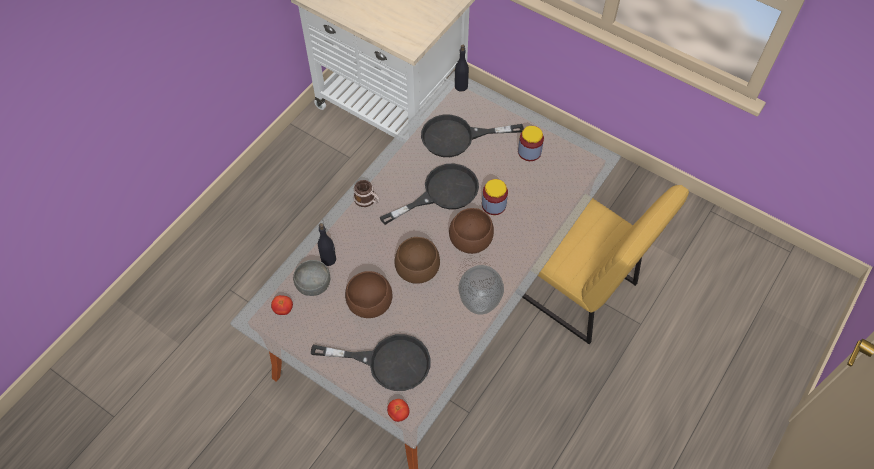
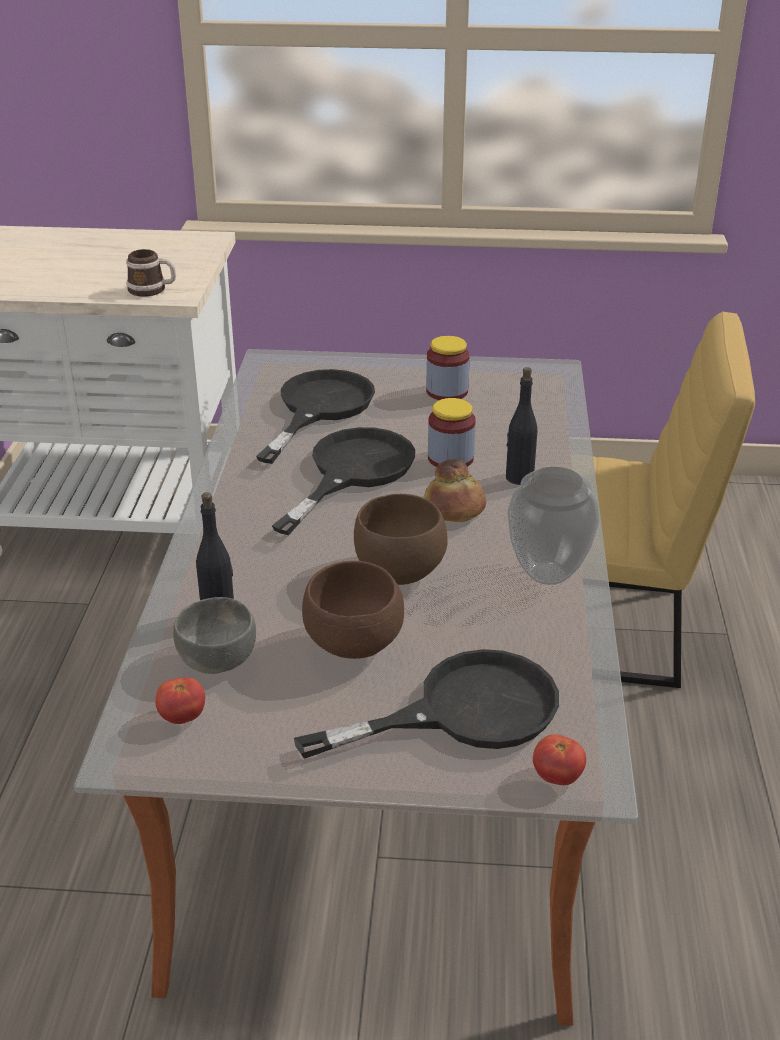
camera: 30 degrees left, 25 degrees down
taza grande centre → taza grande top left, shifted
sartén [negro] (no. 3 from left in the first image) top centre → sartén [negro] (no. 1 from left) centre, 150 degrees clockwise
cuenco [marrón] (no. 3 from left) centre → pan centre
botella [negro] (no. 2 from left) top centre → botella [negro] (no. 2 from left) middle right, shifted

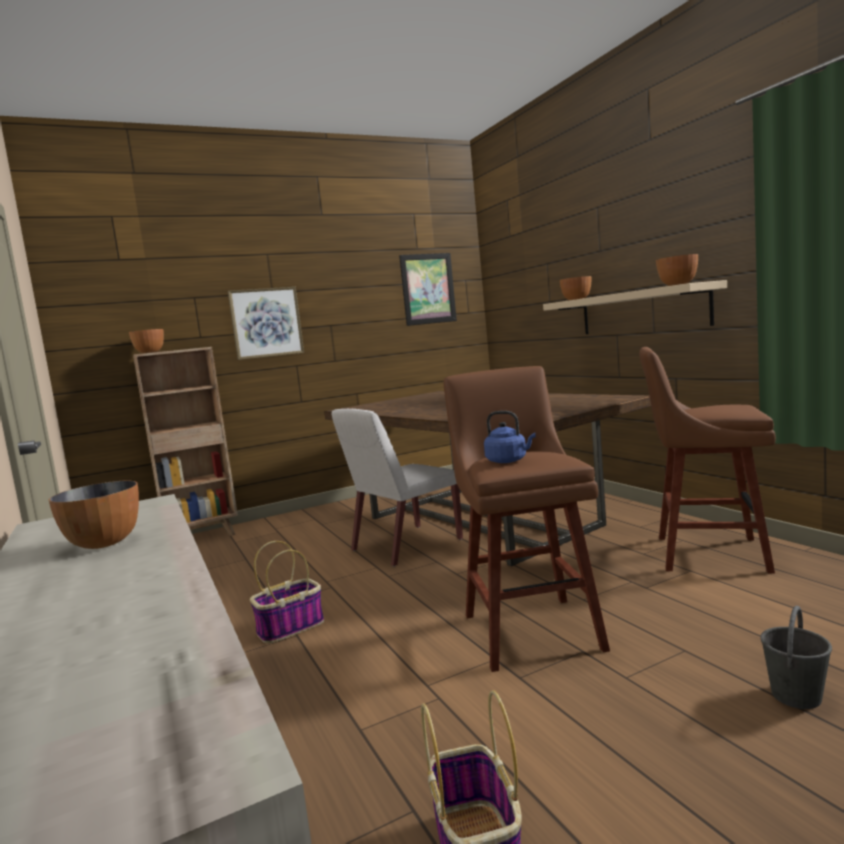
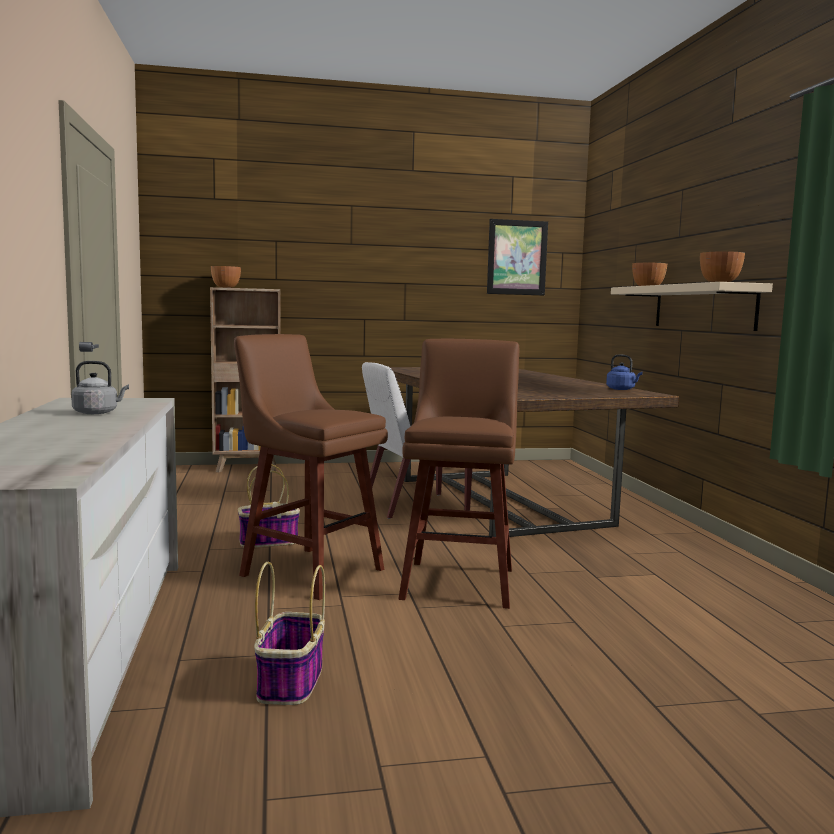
camera: 15 degrees right, 0 degrees up
cuenco (no. 1 from left) middle left → hervidor [gris] middle left
taburete [marrón] (no. 2 from left in the first image) middle right → taburete [marrón] (no. 1 from left) centre, shifted
hervidor [azul] centre → hervidor [azul] middle right, shifted
cuadro (no. 1 from left) middle left → -
cubo [gris] bottom right → -

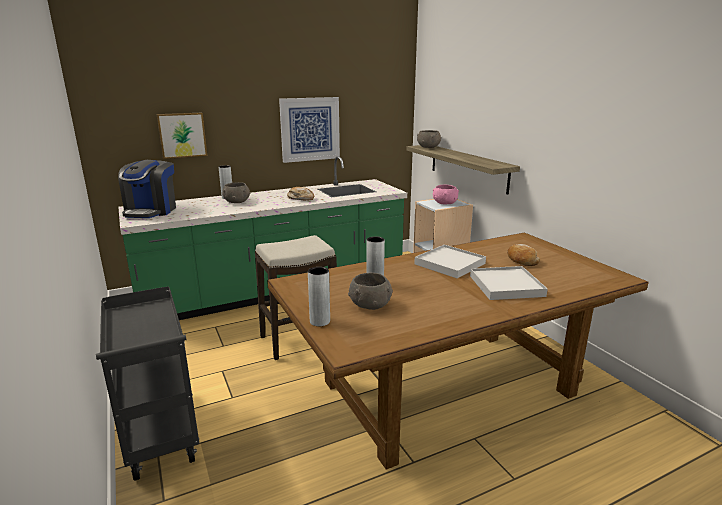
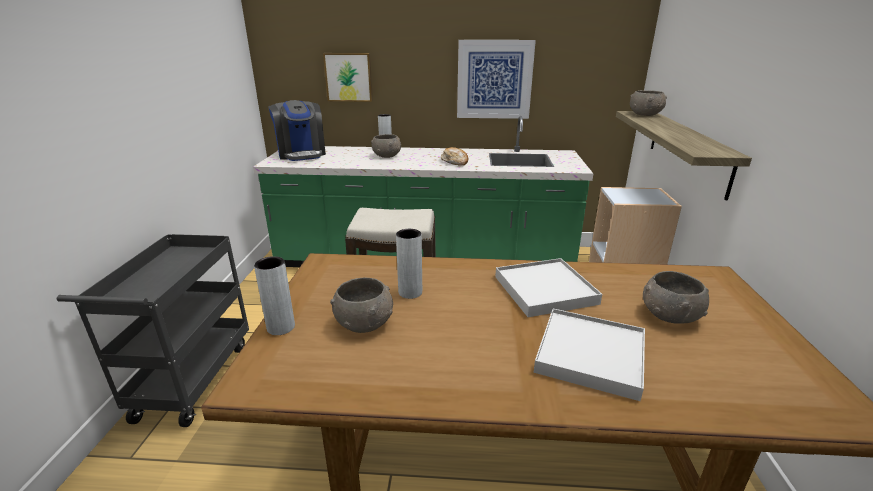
camera: 30 degrees right, 5 degrees up
cafetera middle left → cafetera top centre, 60 degrees counterclockwise
pan (no. 2 from left) middle right → cuenco [gris] (no. 4 from left) middle right
cuenco [rosa] centre → -

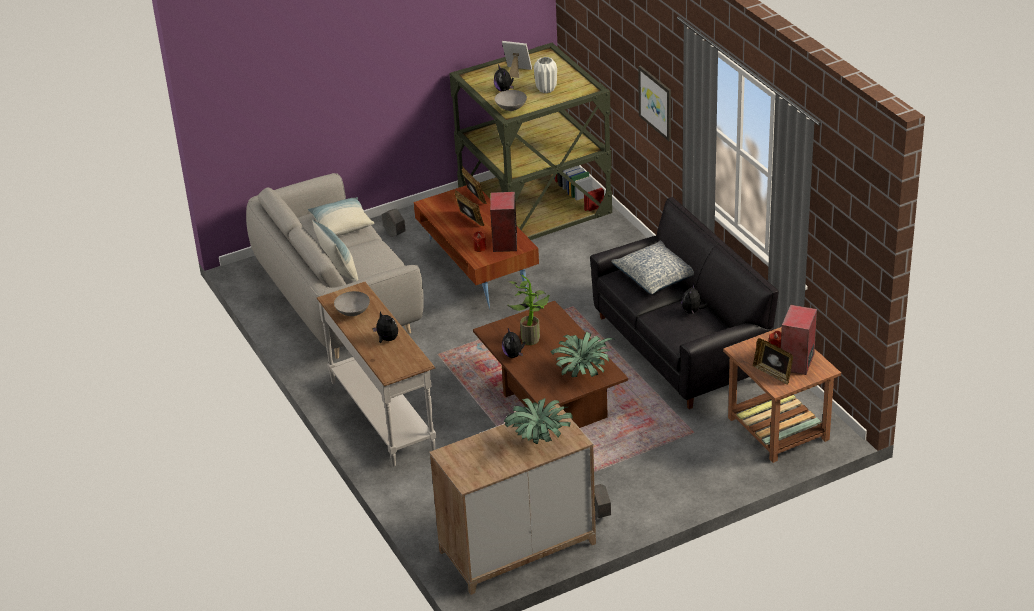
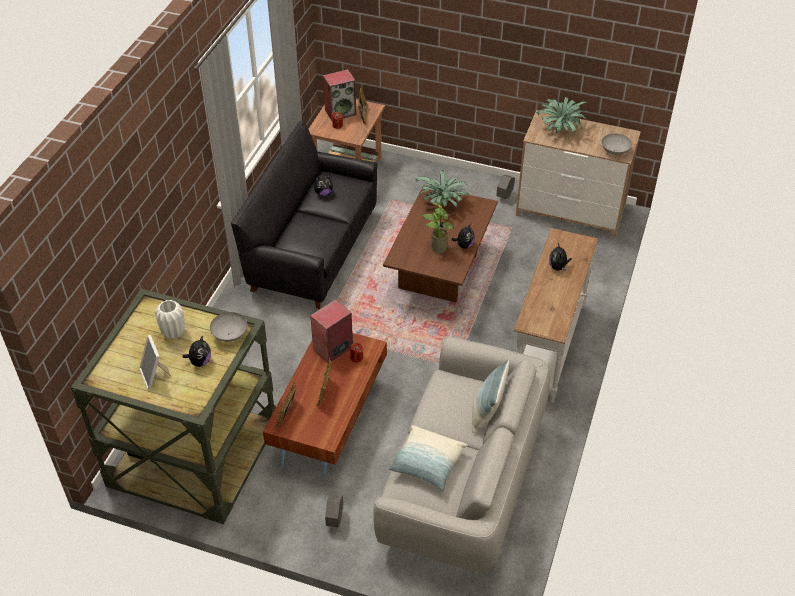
camera: 135 degrees left, 10 degrees up
cuenco [gris] (no. 1 from left in the first image) centre → cuenco [gris] (no. 2 from left) top right, shifted
cojín (no. 3 from left) centre → -
cuadro top centre → -

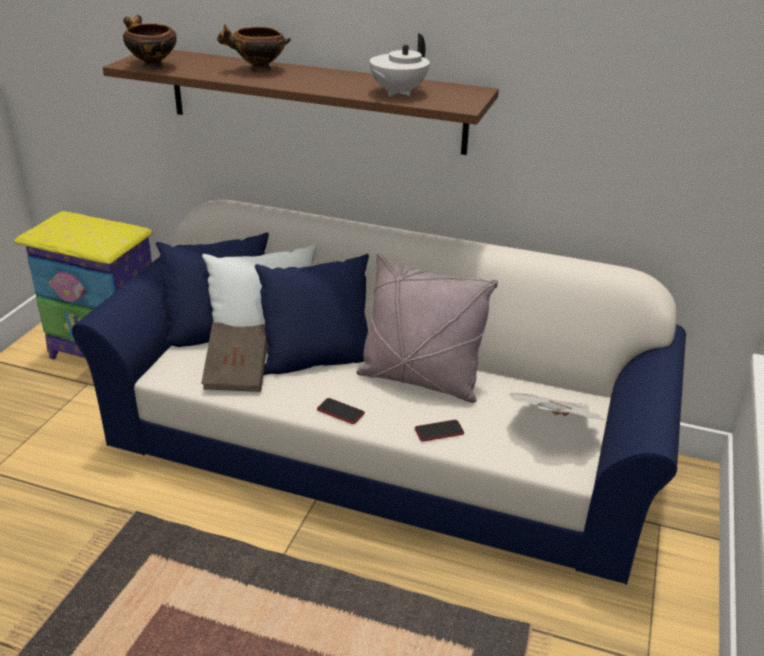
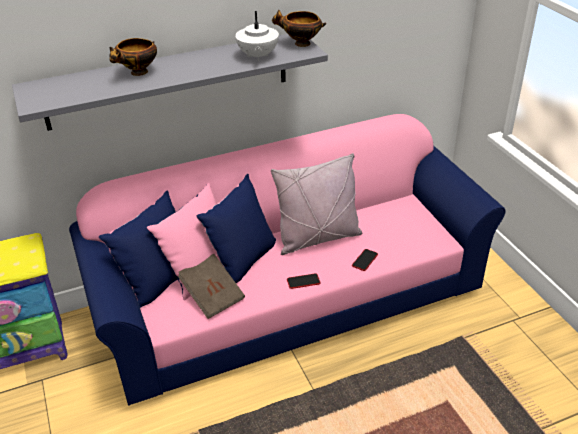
camera: 40 degrees left, 5 degrees up
estante [marrón] top centre → estante [gris] top left
sofá [blanco] centre → sofá [rosa] centre
cuenco (no. 1 from left in the first image) top left → cuenco (no. 2 from left) top centre, shifted
periódico middle right → -

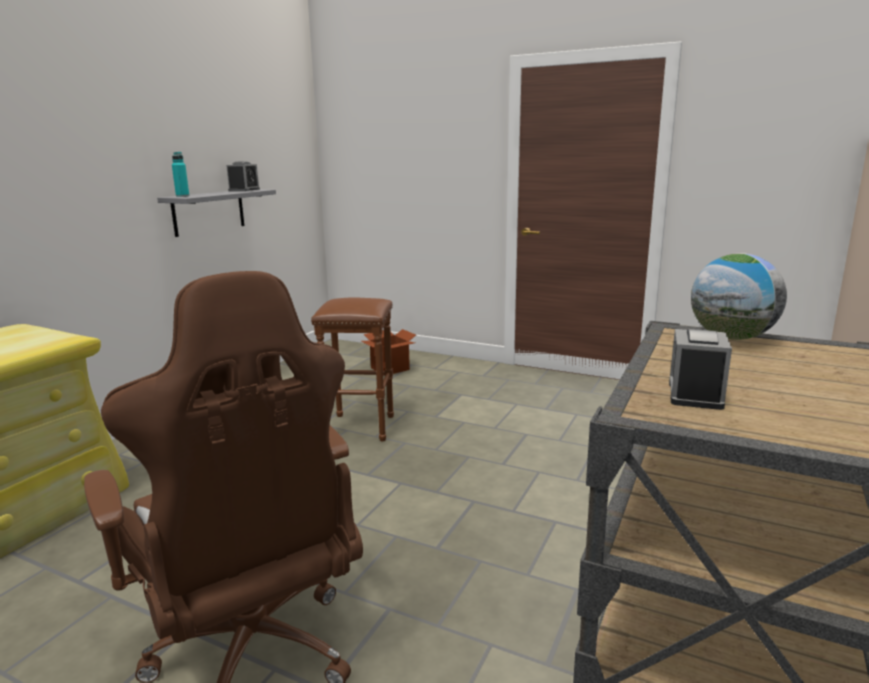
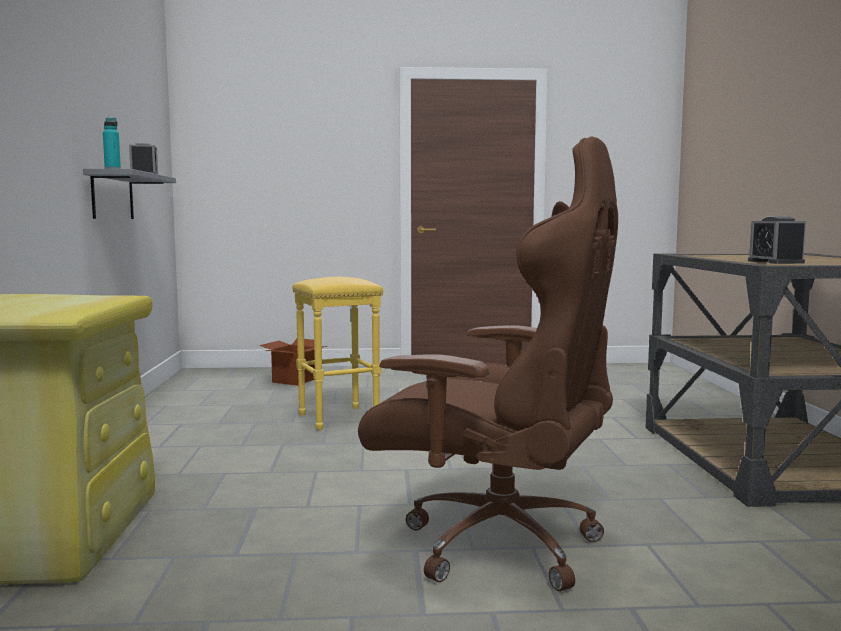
camera: 30 degrees left, 10 degrees down
taburete [marrón] centre → taburete [amarillo] centre
globo terráqueo middle right → -

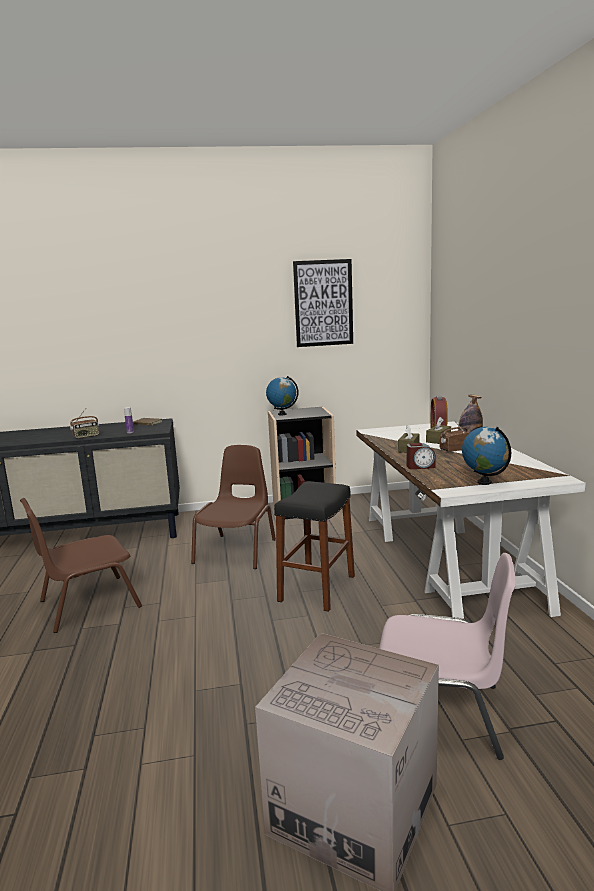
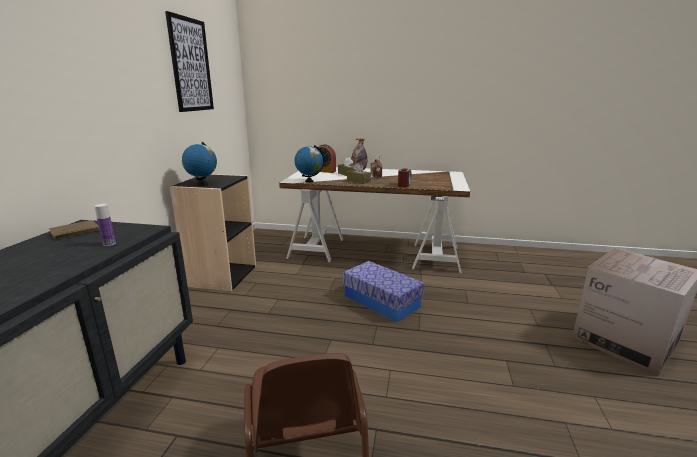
camera: 70 degrees left, 5 degrees up
globo terráqueo (no. 2 from left) middle right → globo terráqueo (no. 2 from left) centre, shifted
taburete [negro] centre → caja de almacenaje centre
radio (no. 1 from left) middle left → -
silla [marrón] (no. 2 from left) centre → -
silla [rosa] bottom right → -

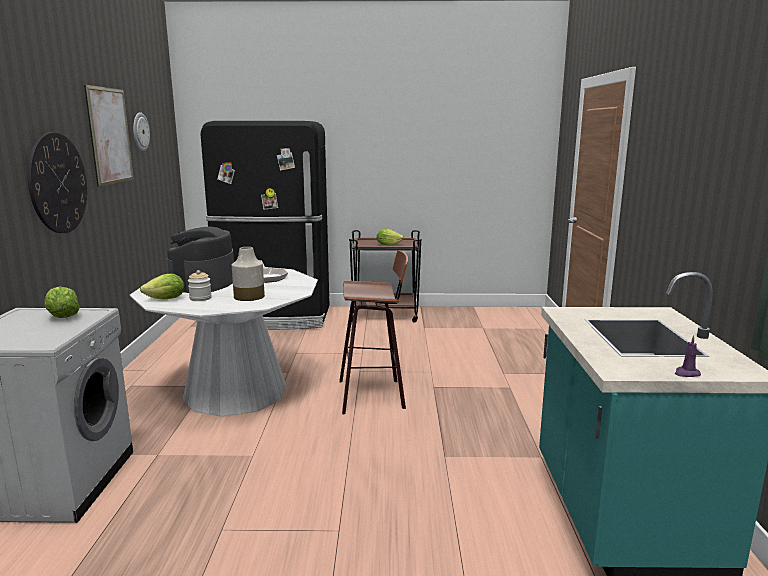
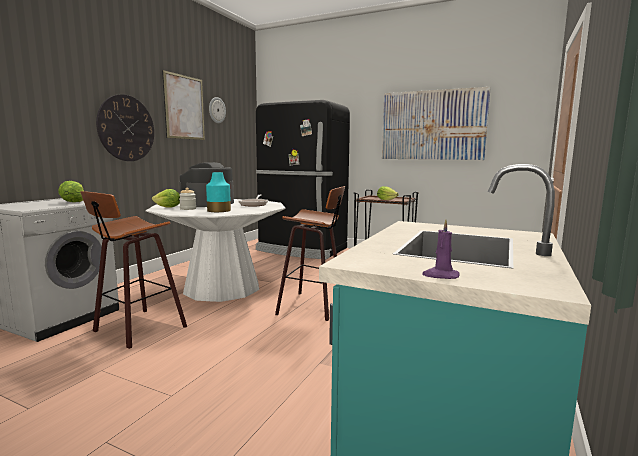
camera: 25 degrees right, 5 degrees down
- → taburete (no. 1 from left) middle left
florero [beis] middle left → florero [turquesa] centre
- → cuadro (no. 2 from left) top right

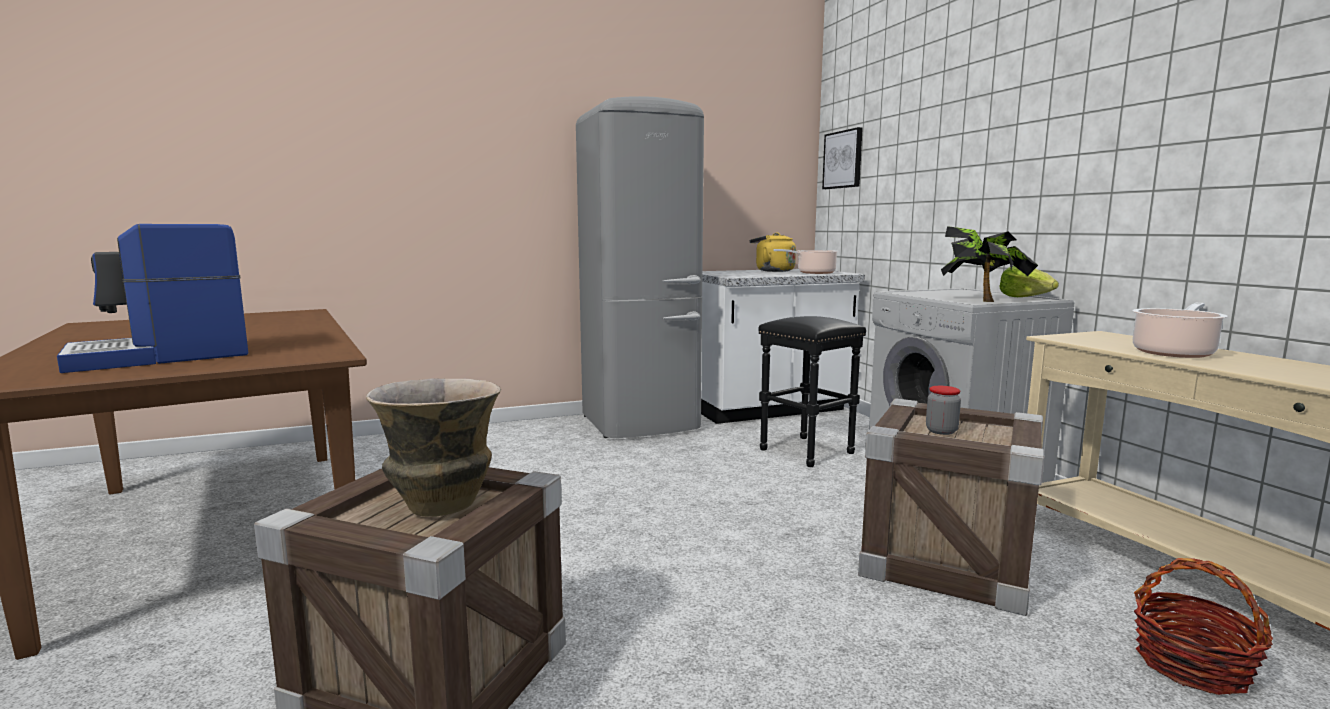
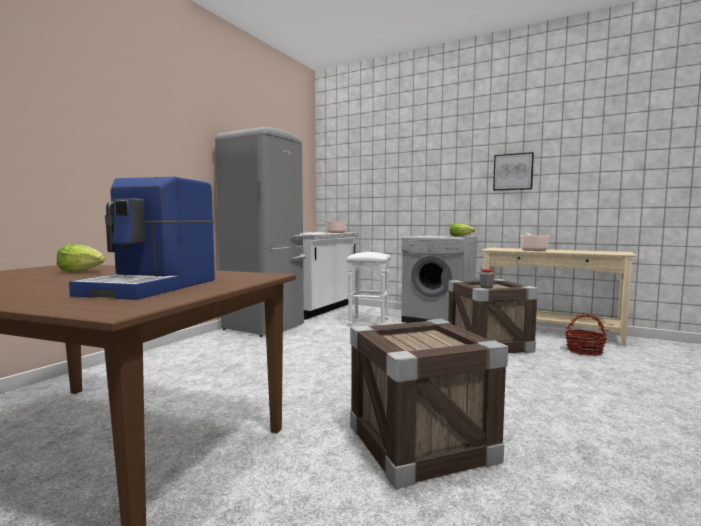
camera: 40 degrees left, 5 degrees down
- → lechuga (no. 1 from left) middle left
taburete [negro] centre → taburete [blanco] centre
cuadro top centre → cuadro top right, shifted
florero middle left → -
hervidor [amarillo] centre → -
planta en maceta middle right → -

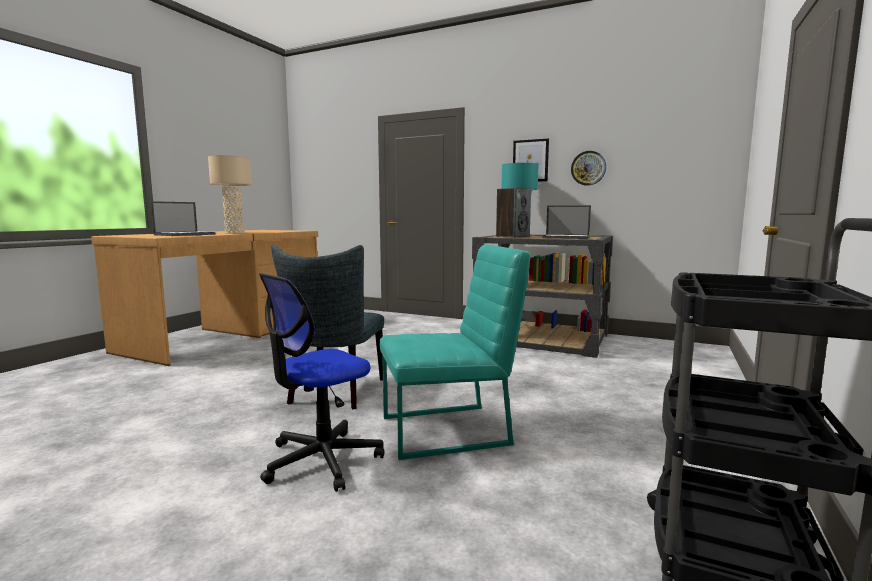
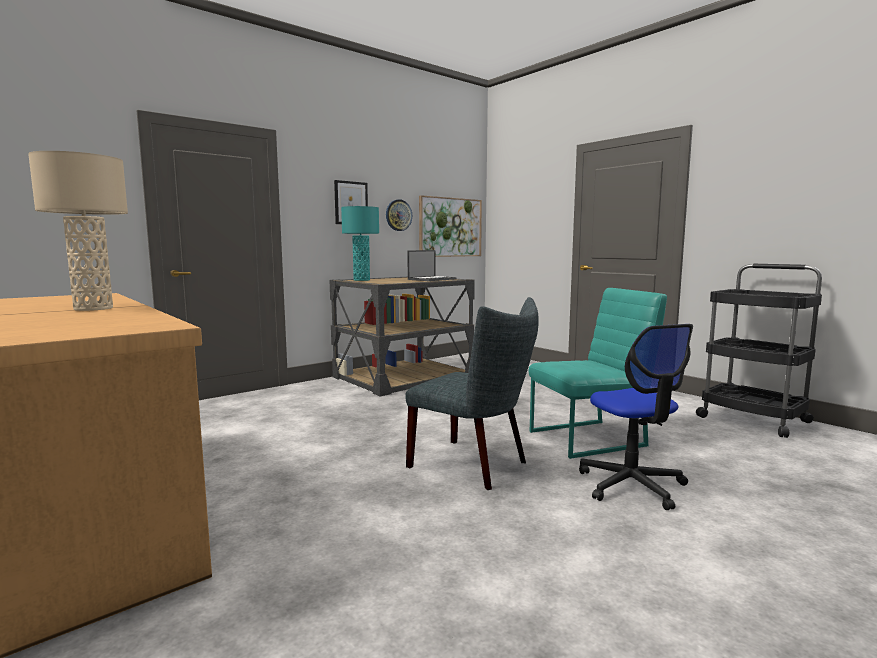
camera: 65 degrees left, 0 degrees up
- → cuadro (no. 2 from left) centre
silla [turquesa] centre → silla [turquesa] middle right, 60 degrees clockwise
portátil (no. 1 from left) middle left → -
altavoz centre → -

